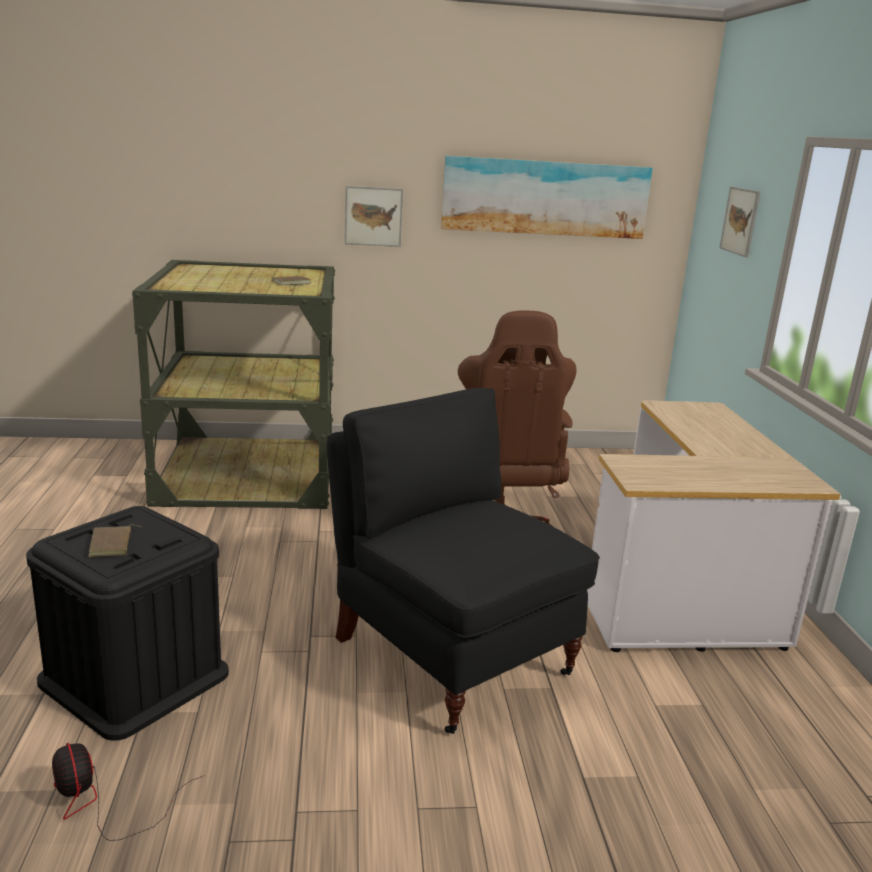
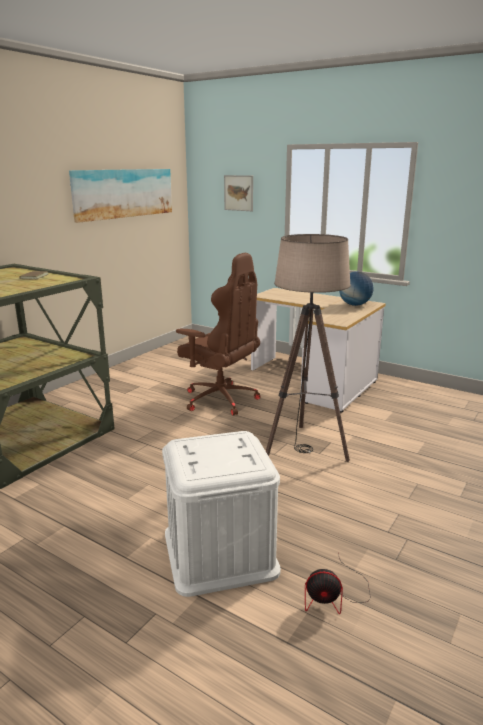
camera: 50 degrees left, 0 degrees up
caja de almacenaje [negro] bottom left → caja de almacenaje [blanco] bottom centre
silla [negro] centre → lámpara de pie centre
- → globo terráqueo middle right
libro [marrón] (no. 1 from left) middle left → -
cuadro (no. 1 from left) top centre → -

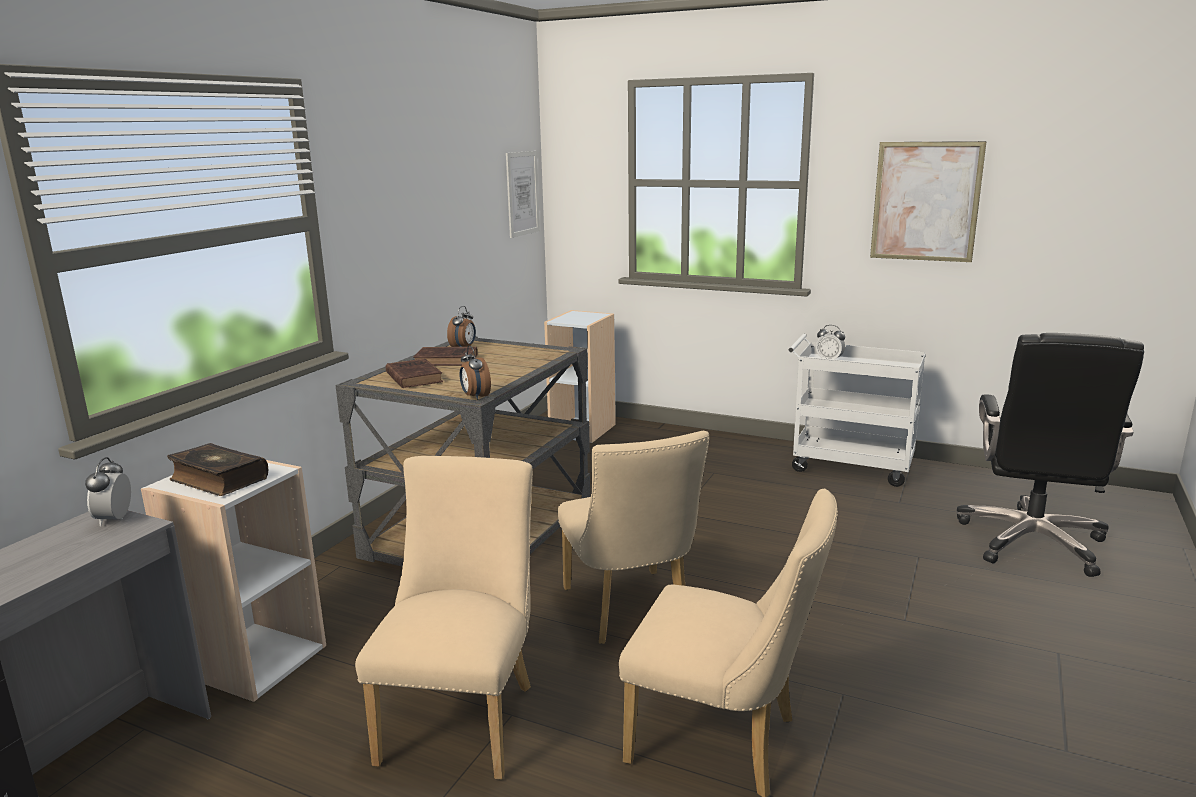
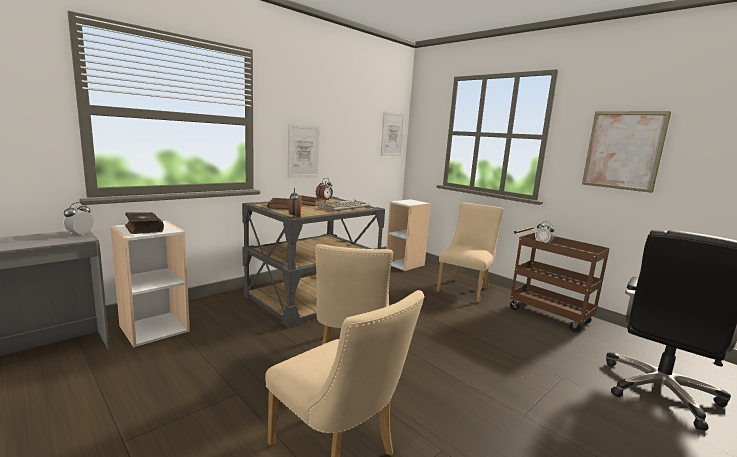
camera: 20 degrees right, 5 degrees down
- → cuadro (no. 1 from left) top centre
- → teclado centre
silla [beis] (no. 1 from left in the first image) bottom centre → silla [beis] (no. 3 from left) centre, shifted
carrito [blanco] middle right → carrito [marrón] middle right

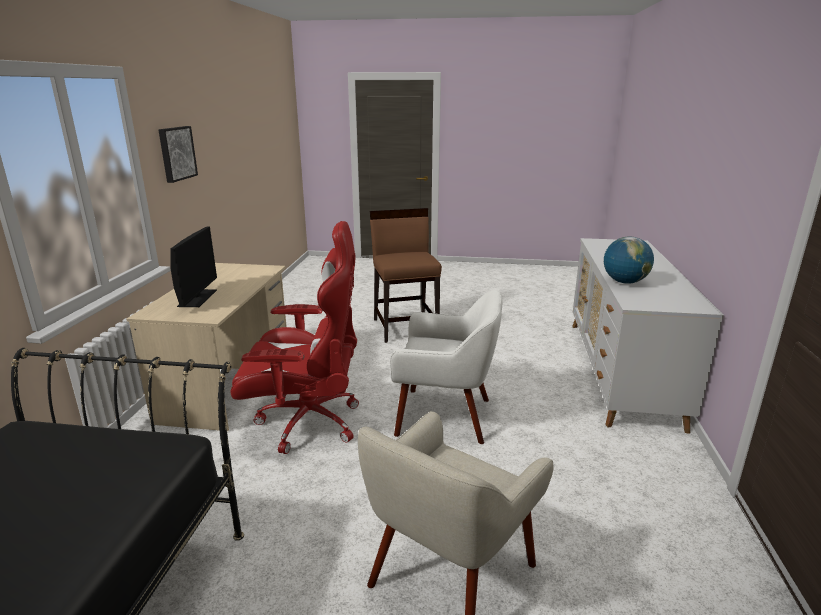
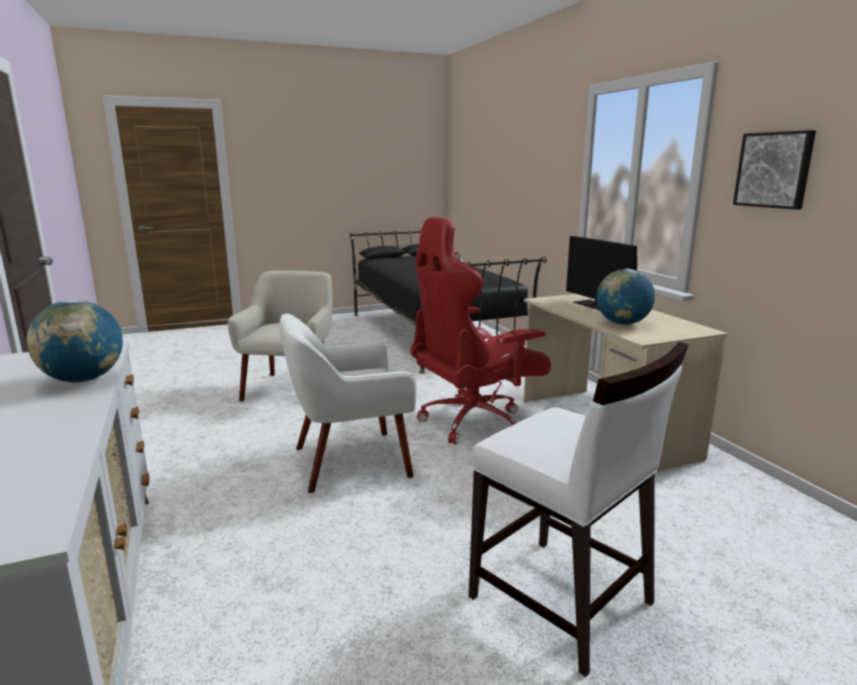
camera: 150 degrees right, 5 degrees down
silla [marrón] centre → silla [blanco] bottom right
- → globo terráqueo (no. 2 from left) middle right

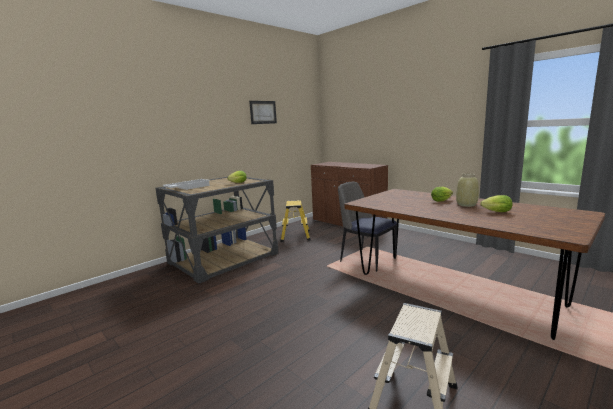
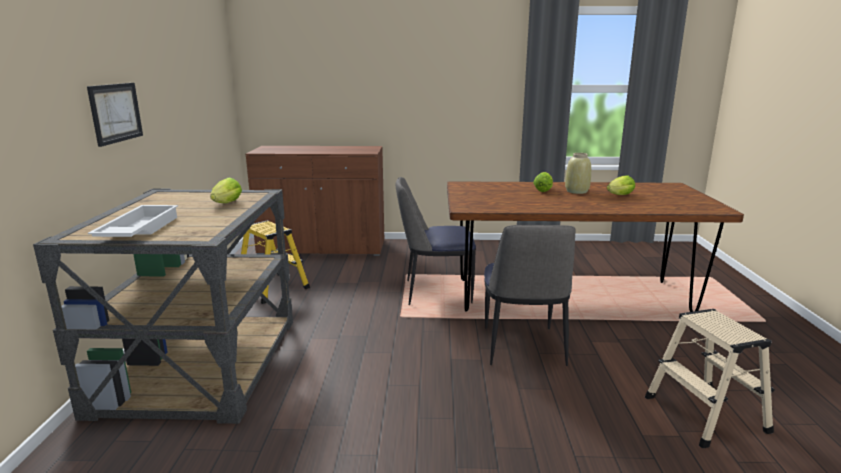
camera: 45 degrees left, 5 degrees up
cuadro top centre → cuadro top left, shifted
- → silla (no. 2 from left) centre

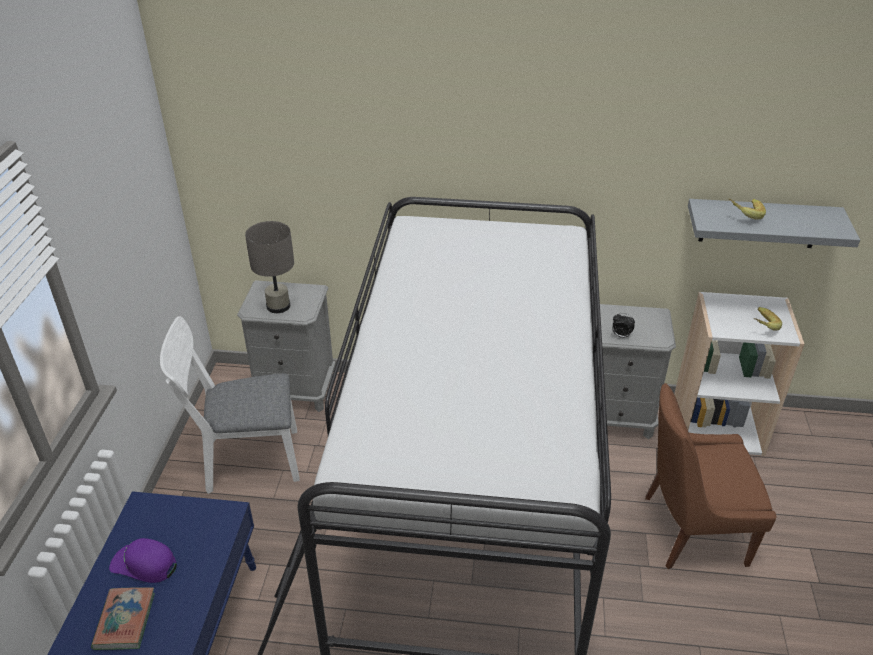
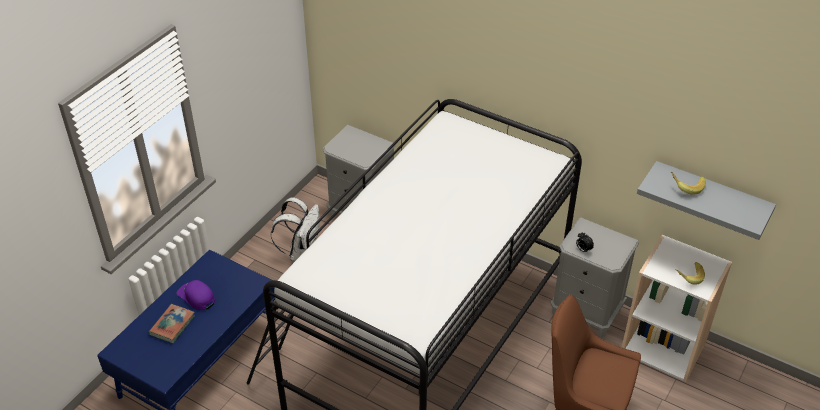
camera: 25 degrees right, 5 degrees up
silla [blanco] middle left → mochila [blanco] centre
lámpara de mesa [gris] middle left → -

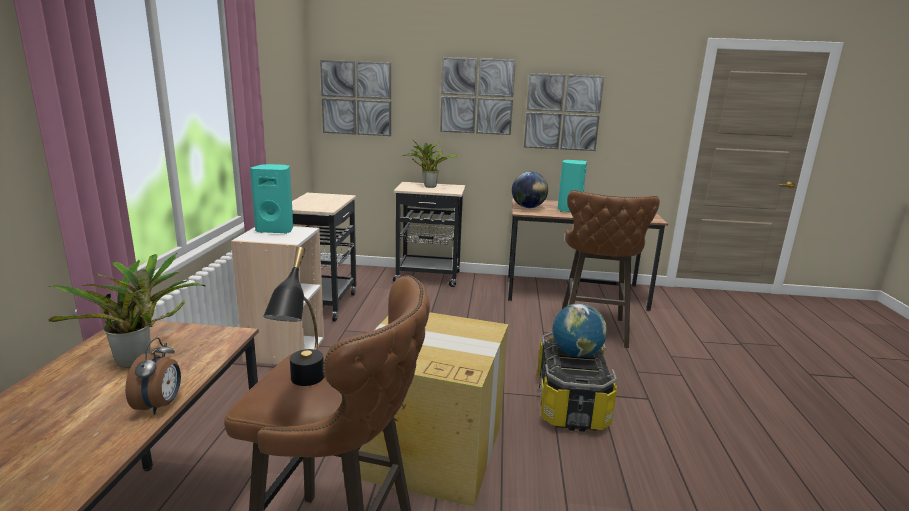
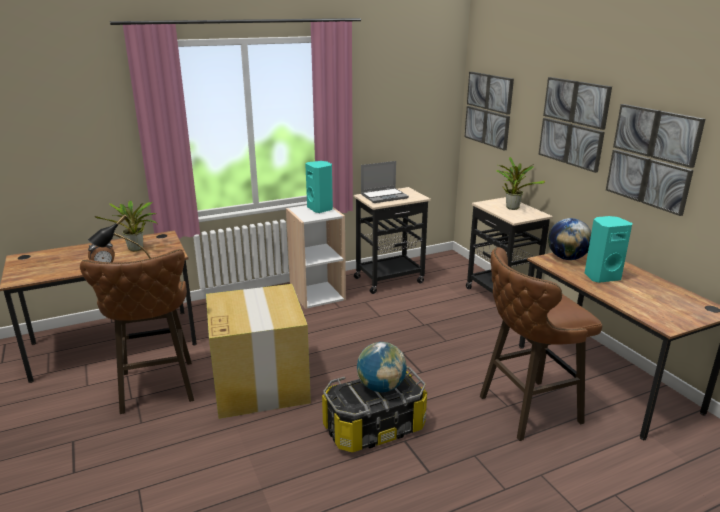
camera: 60 degrees right, 5 degrees up
- → portátil centre

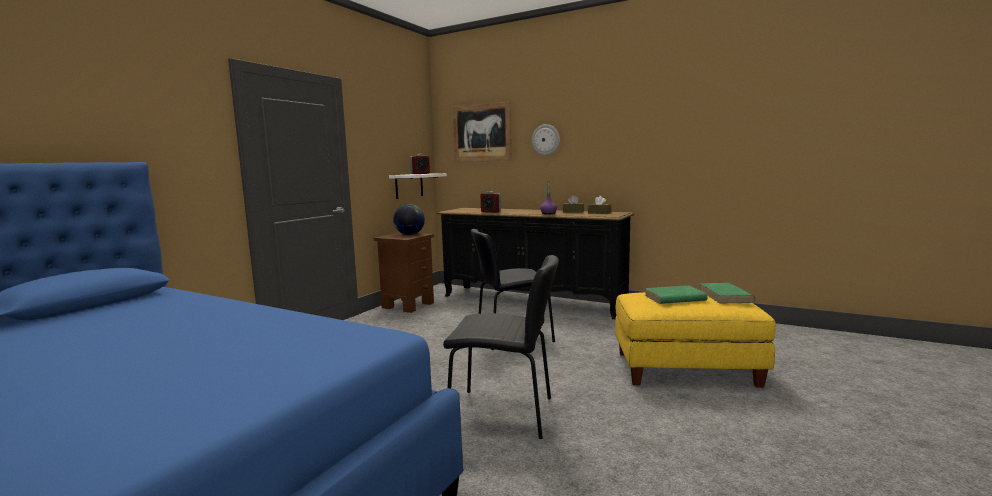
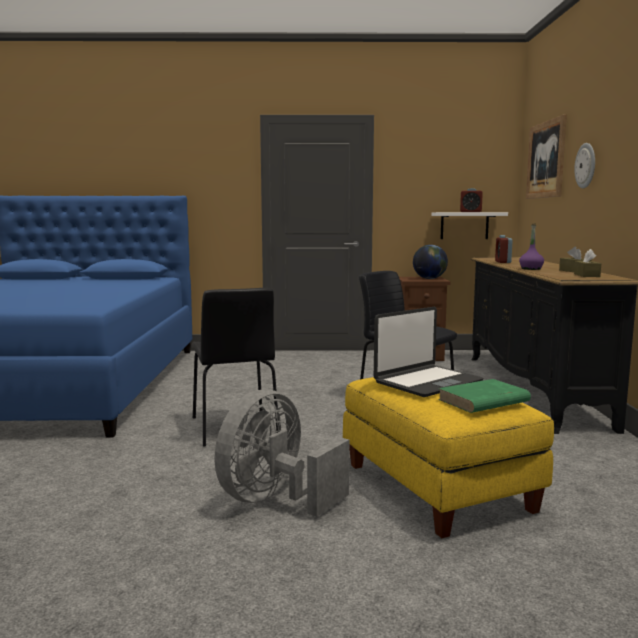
camera: 60 degrees right, 0 degrees up
- → ventilador [gris] bottom centre
libro [verde] (no. 1 from left) middle right → portátil middle right

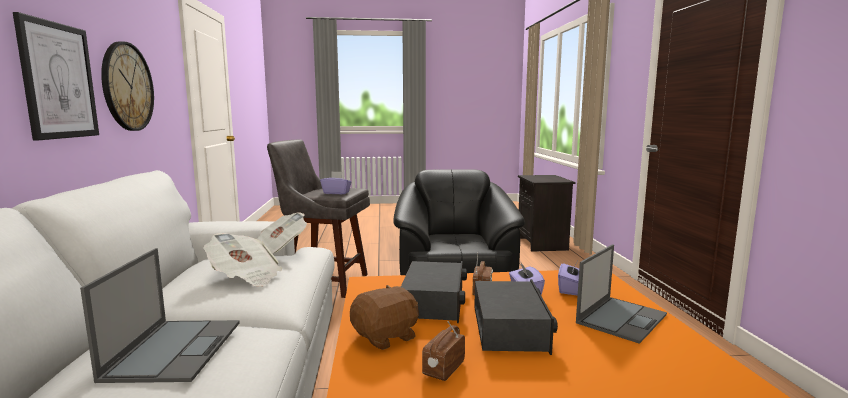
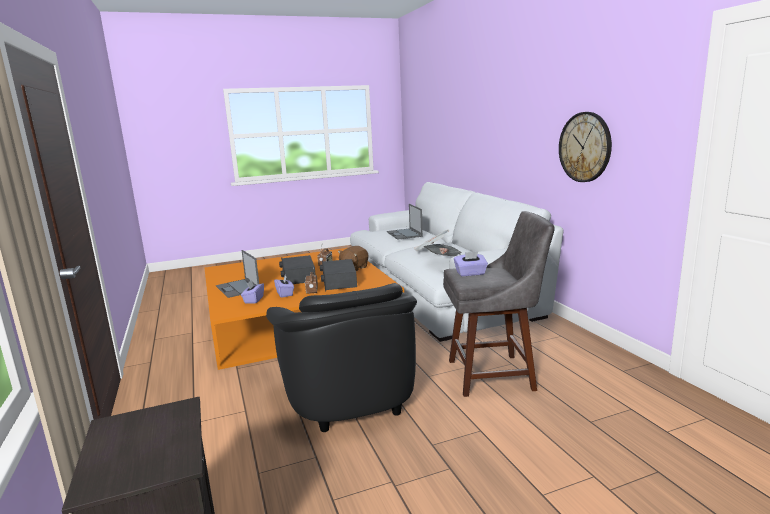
camera: 165 degrees right, 5 degrees up
portátil (no. 2 from left in the first image) bottom right → portátil (no. 1 from left) middle left, 60 degrees counterclockwise
cuadro top left → -

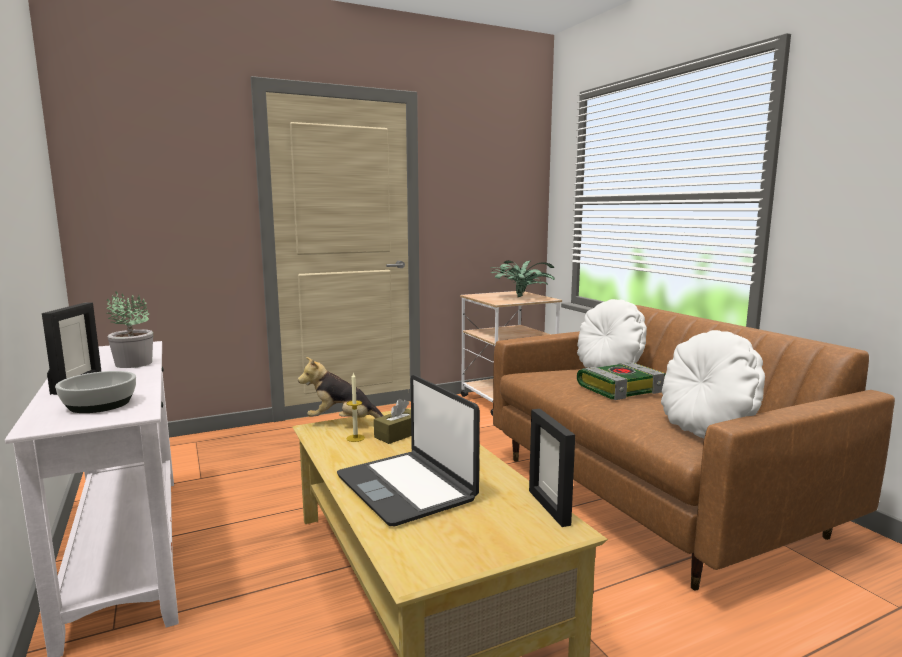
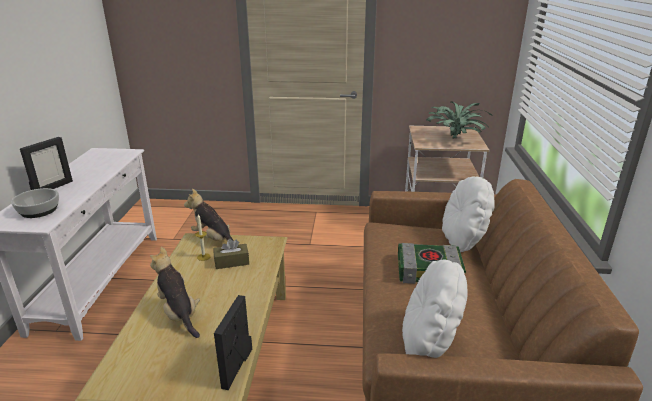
camera: 30 degrees right, 15 degrees up
portátil bottom centre → peluche (no. 1 from left) bottom left
planta en maceta (no. 1 from left) middle left → -

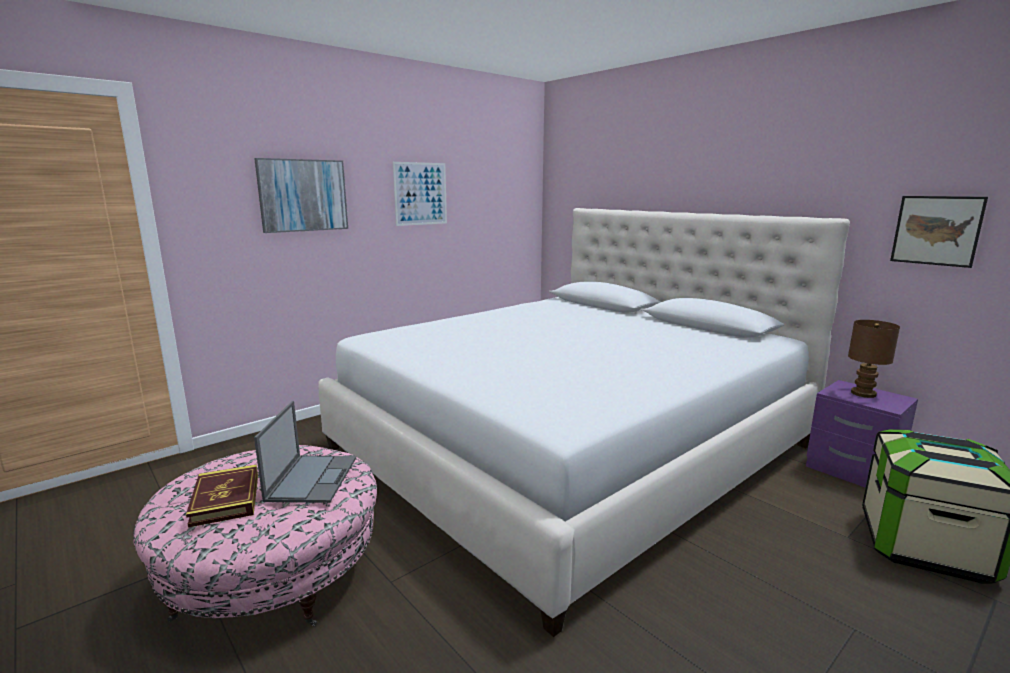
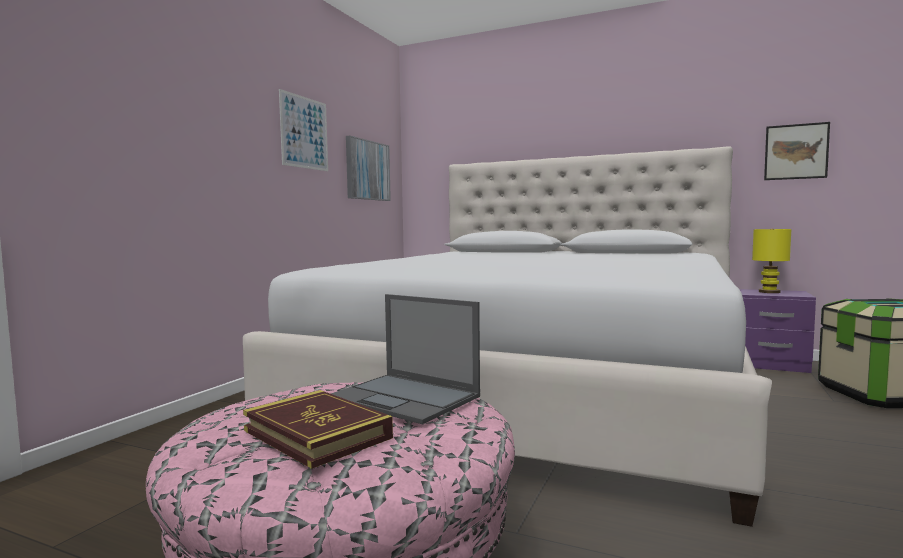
camera: 25 degrees left, 10 degrees down
portátil bottom left → portátil centre, 150 degrees clockwise
cuadro (no. 1 from left in the first image) top left → cuadro (no. 2 from left) top centre, shifted
lámpara de mesa [marrón] middle right → lámpara de mesa [amarillo] middle right

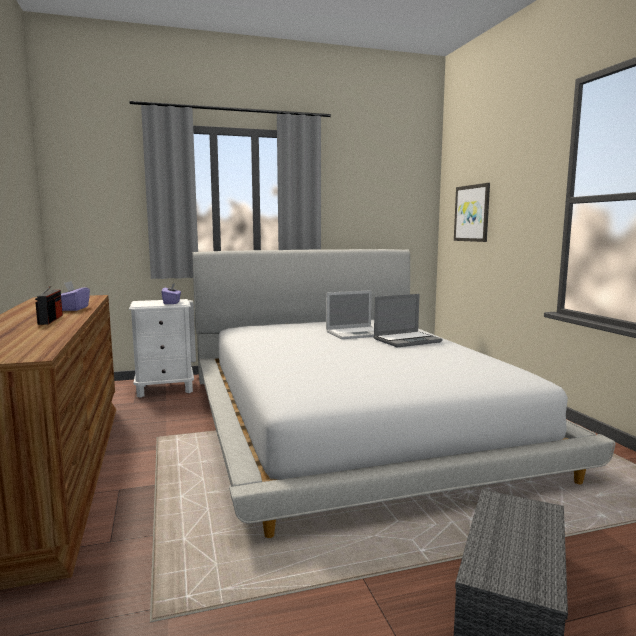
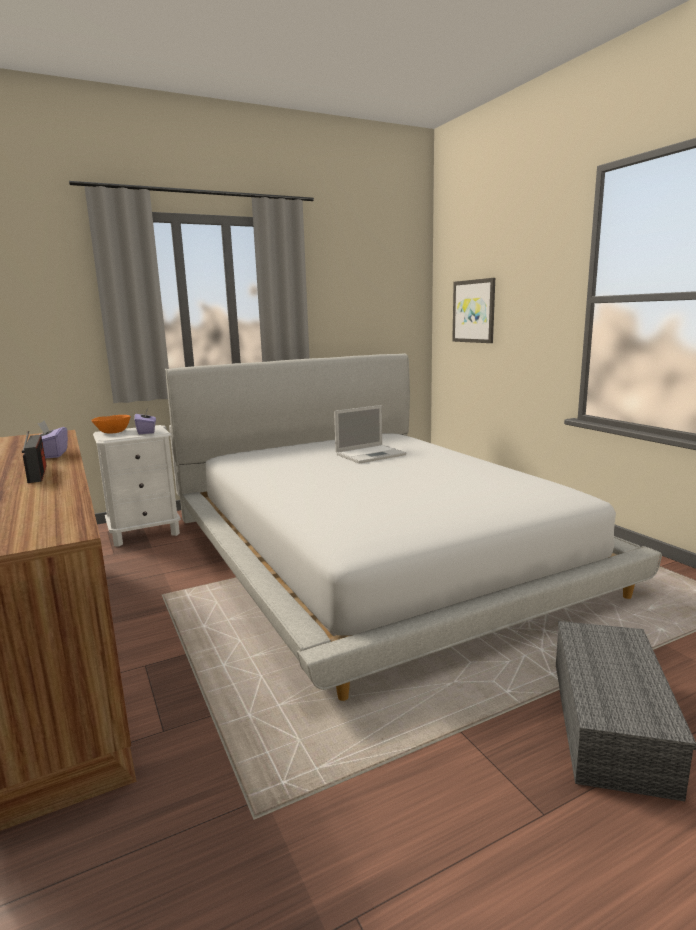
camera: 10 degrees left, 5 degrees up
- → cuenco [naranja] middle left
portátil (no. 2 from left) centre → -

